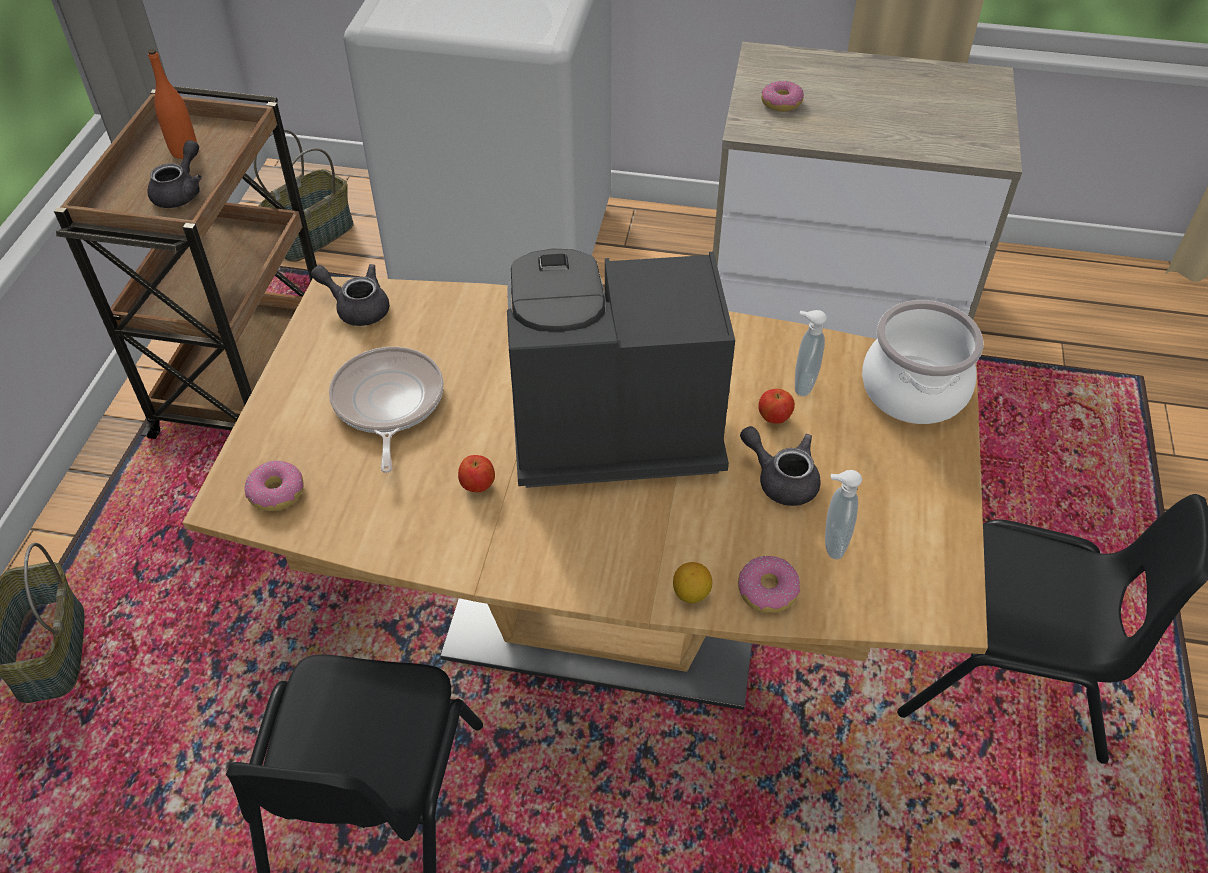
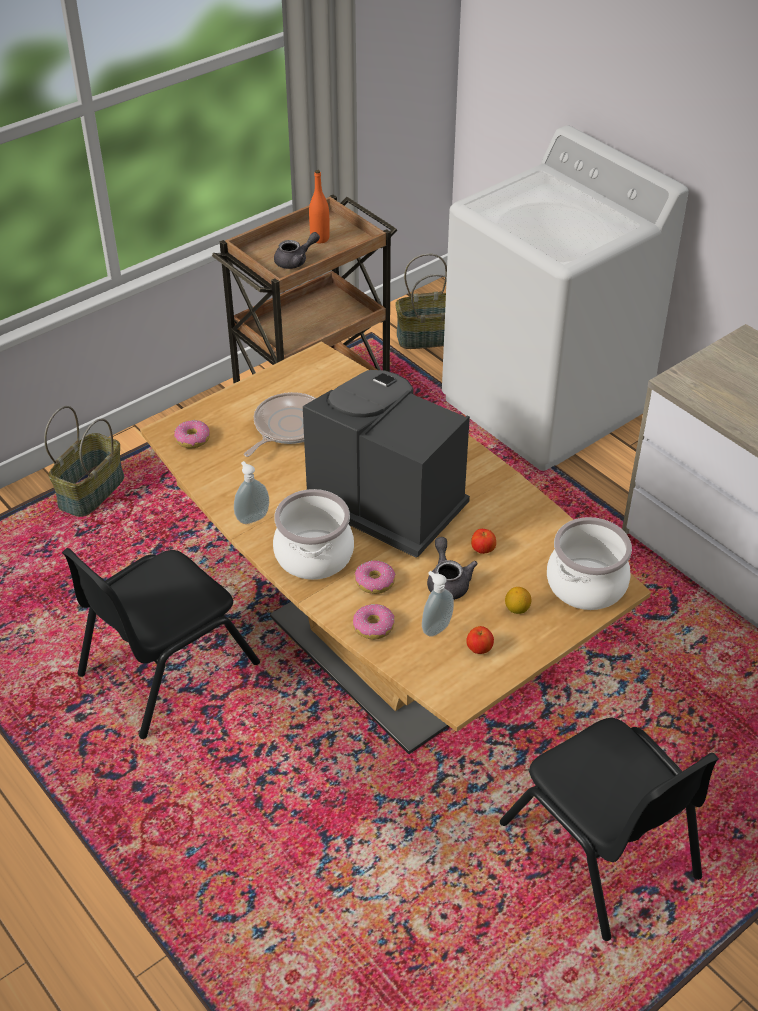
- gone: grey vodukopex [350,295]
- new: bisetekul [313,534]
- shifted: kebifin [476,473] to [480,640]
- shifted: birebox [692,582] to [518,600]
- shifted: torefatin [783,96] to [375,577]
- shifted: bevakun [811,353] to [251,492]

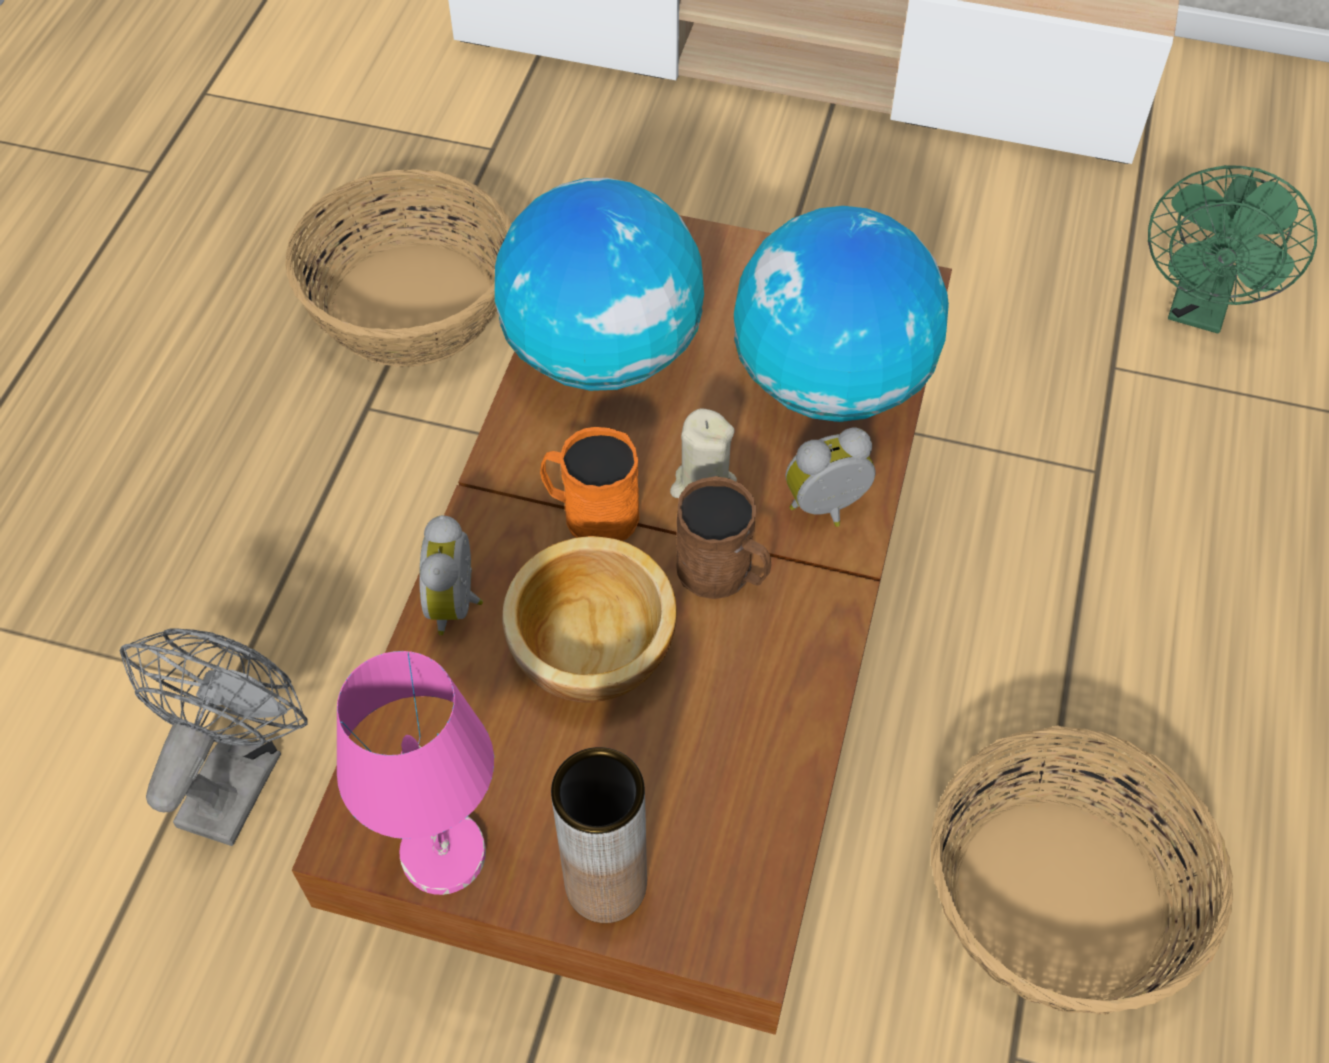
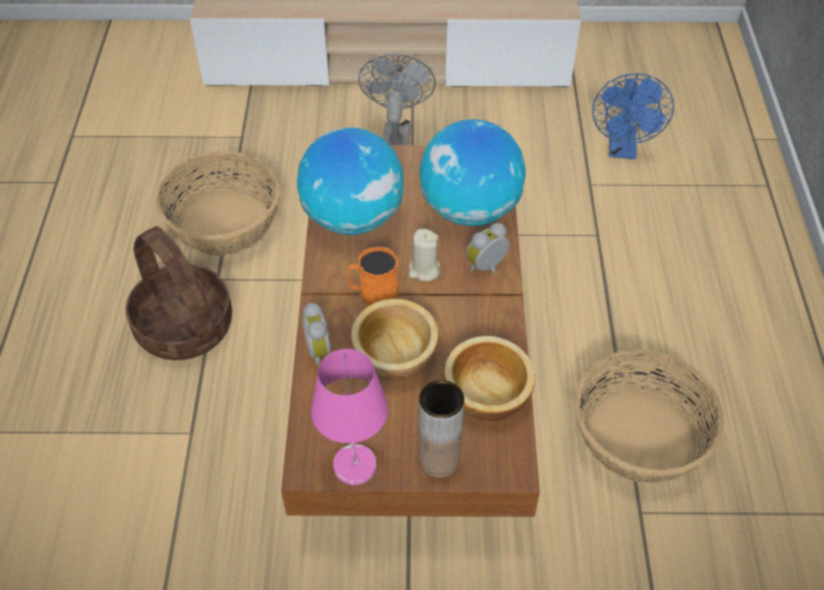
- gone: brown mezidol [724,537]
- new: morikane [179,293]
- new: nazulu [489,378]
- shifted: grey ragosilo [214,737] to [397,99]
- repainted: green ragosilo [1233,249] to blue ragosilo [633,116]

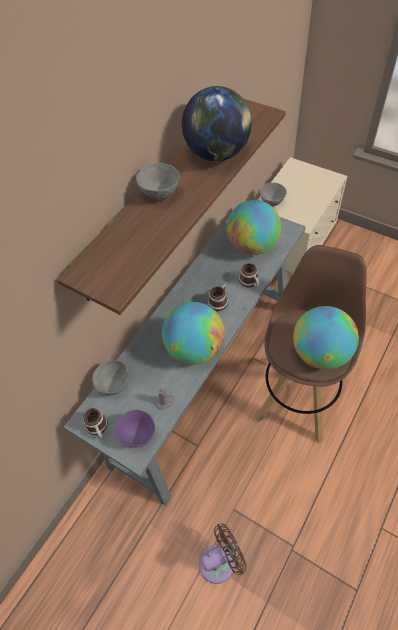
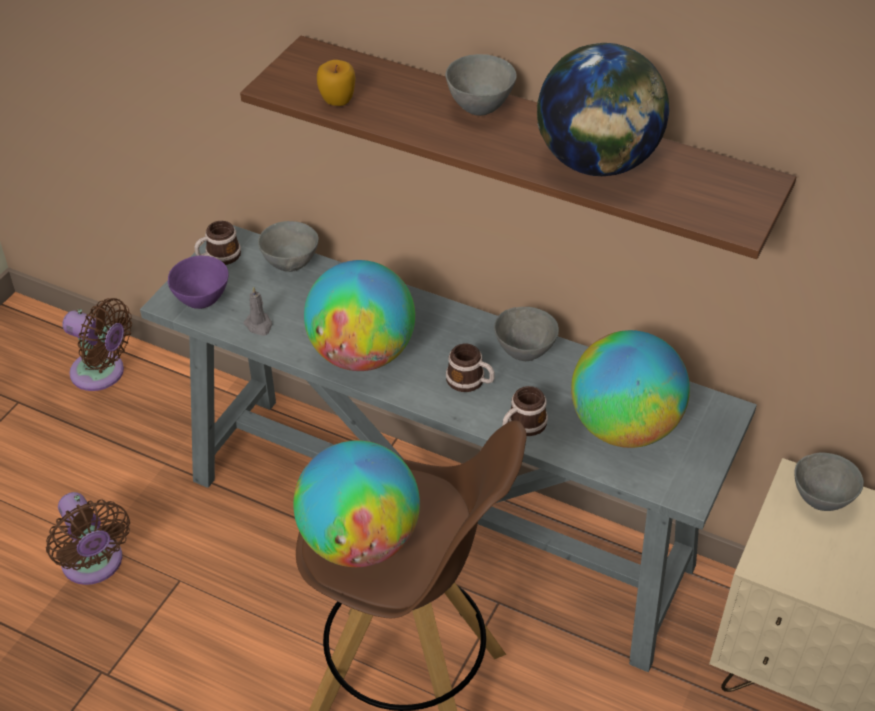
- new: brown ragosilo [97,344]
- new: kebifin [336,83]
- new: grey nazulu [526,334]

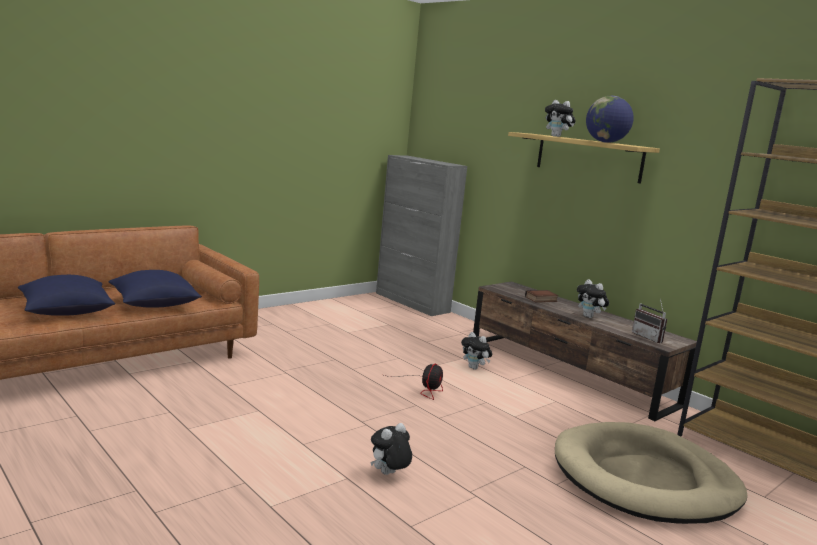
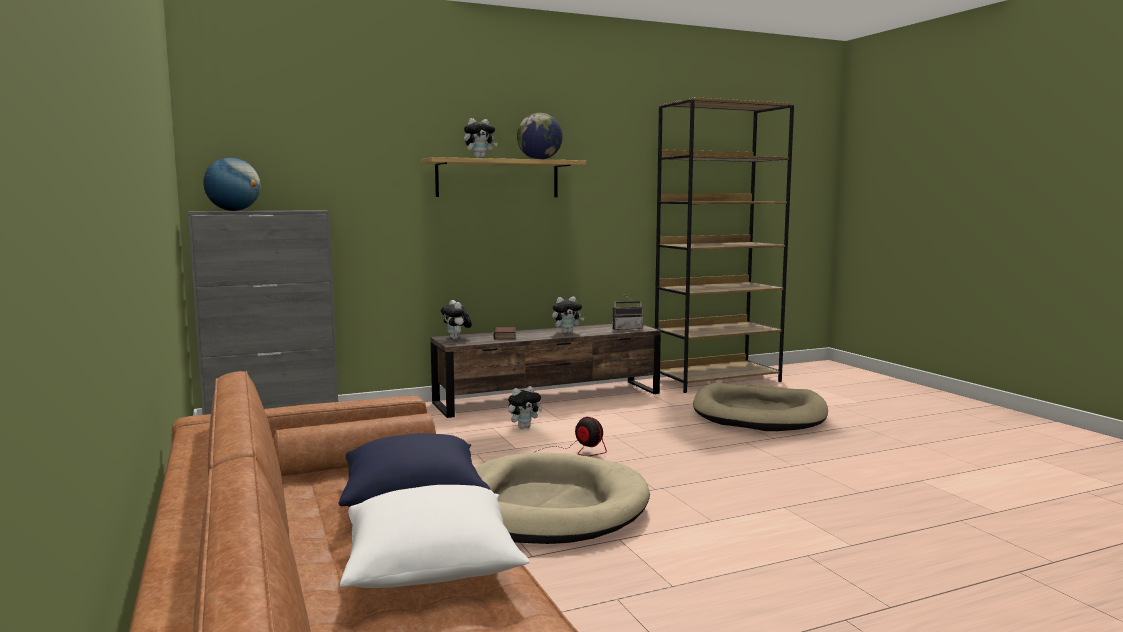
- new: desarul [232,184]
- new: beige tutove [562,498]
- shifted: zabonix [391,449] to [456,320]
- repainted: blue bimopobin [66,295] to white bimopobin [434,536]

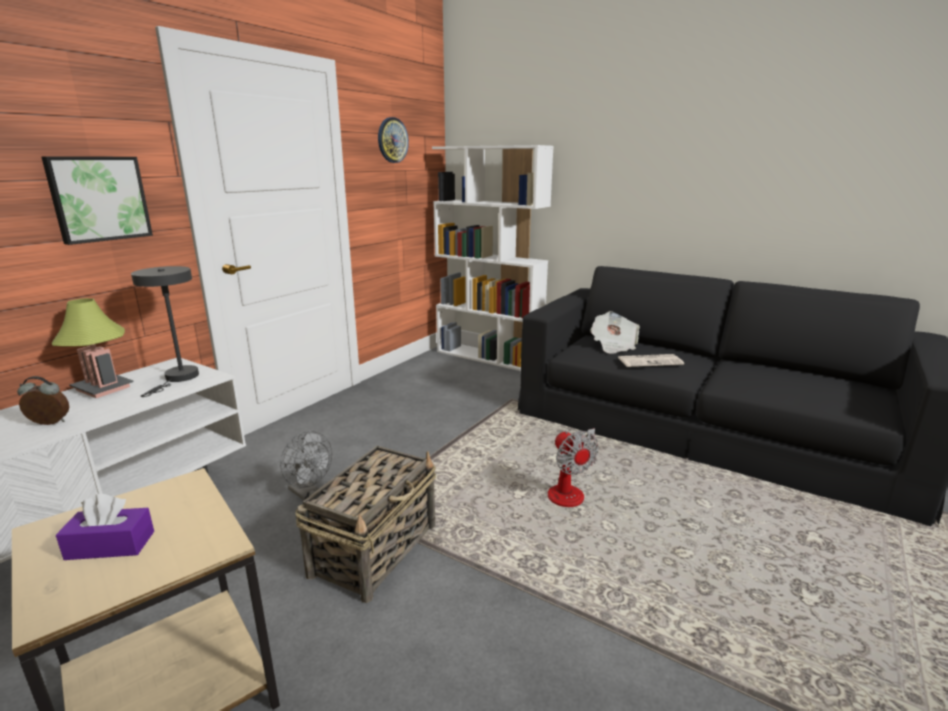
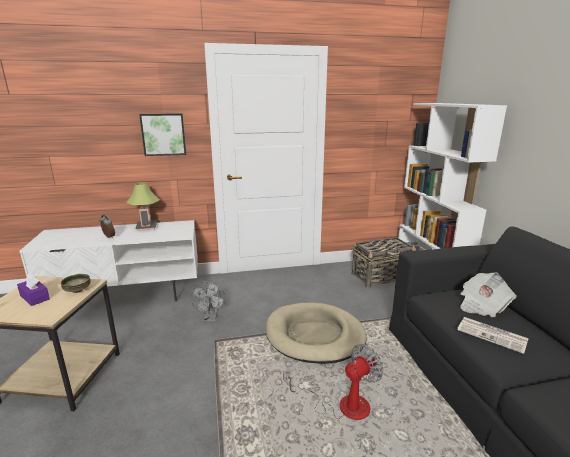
- gone: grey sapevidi [165,331]
- gone: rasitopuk [393,140]
- new: nazulu [76,283]
- new: beige tutove [316,333]
- shifted: morikane [365,524] to [384,262]
- rotated: ragosilo [573,467] = [333,382] 150 degrees counterclockwise

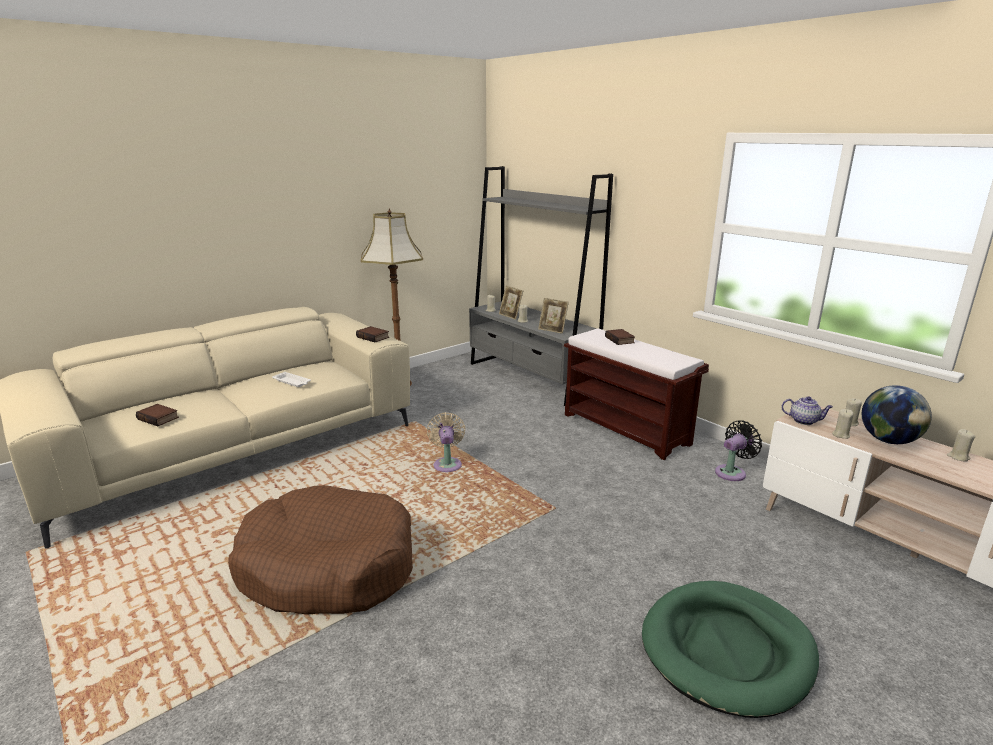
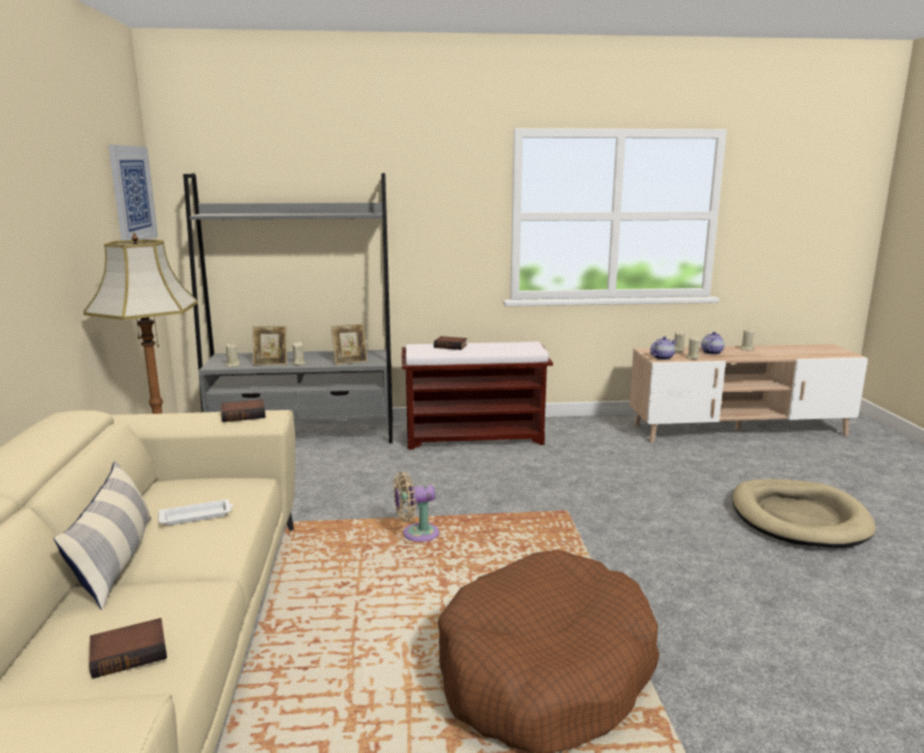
- gone: black ragosilo [738,451]
- new: bimopobin [102,535]
- new: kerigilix [133,193]
- swapped: desarul [897,414] to vodukopex [712,343]
- repainted: green tutove [730,649] to beige tutove [804,513]
- rotated: beige ragosilo [446,442] = [416,507] 45 degrees counterclockwise

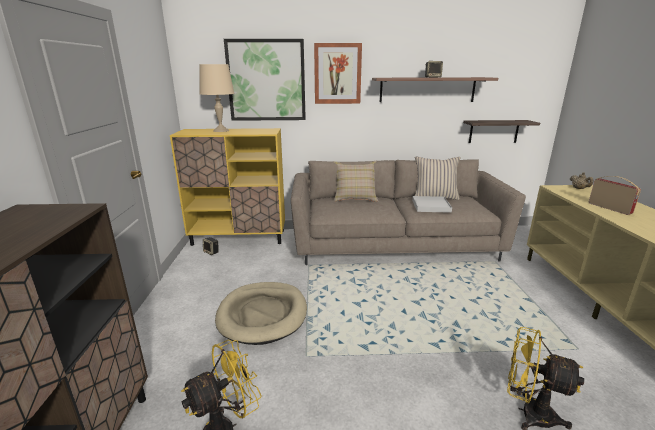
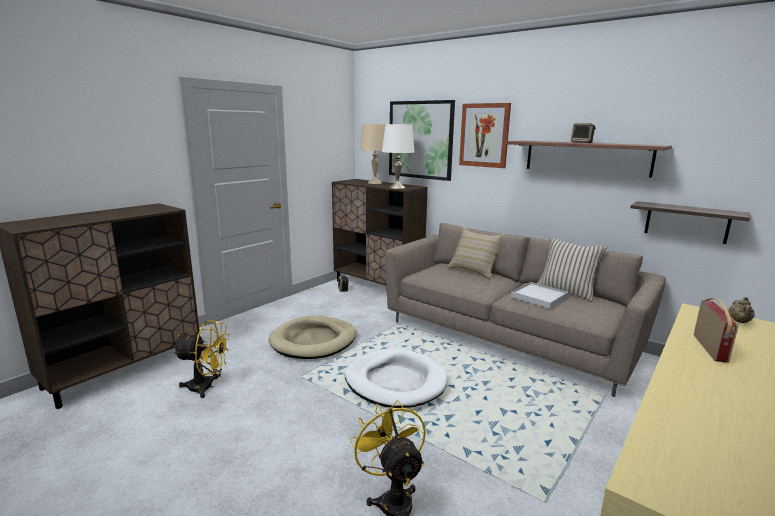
- new: white tutove [396,378]
- new: white sapevidi [398,156]
- repainted: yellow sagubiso [227,187] to brown sagubiso [380,232]

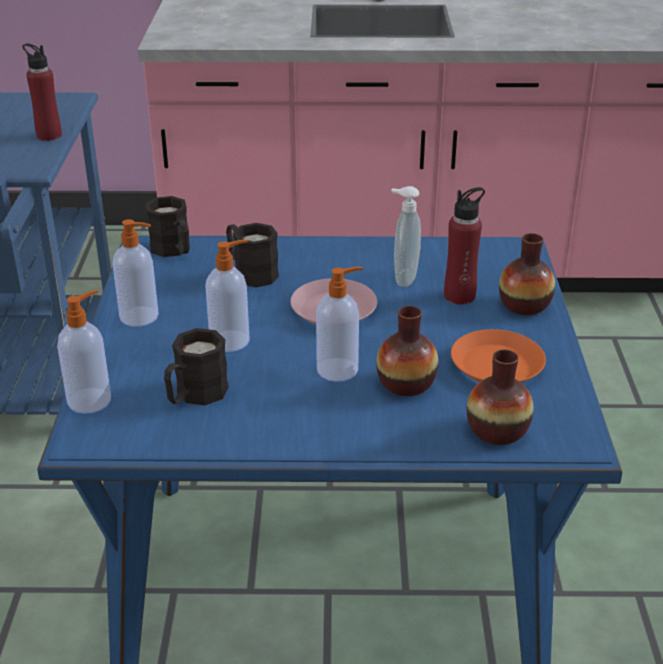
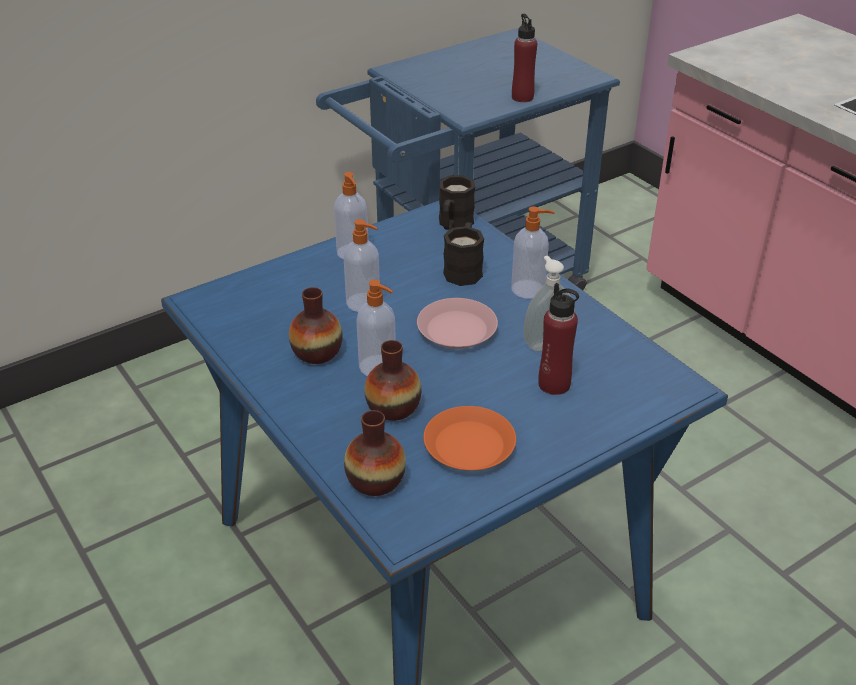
- gone: black mezidol [196,366]
- shifted: bevakun [84,352] to [533,253]
- shifted: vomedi [527,274] to [316,325]

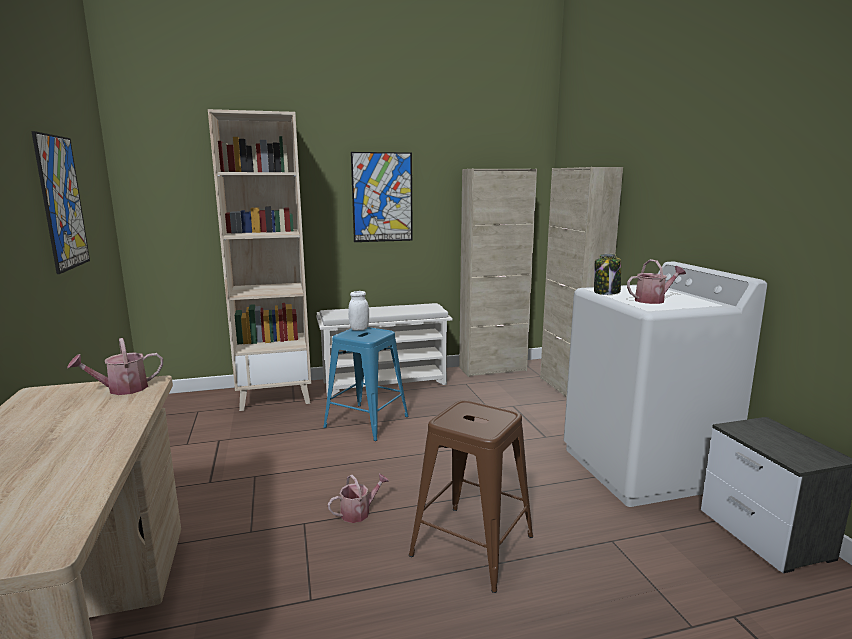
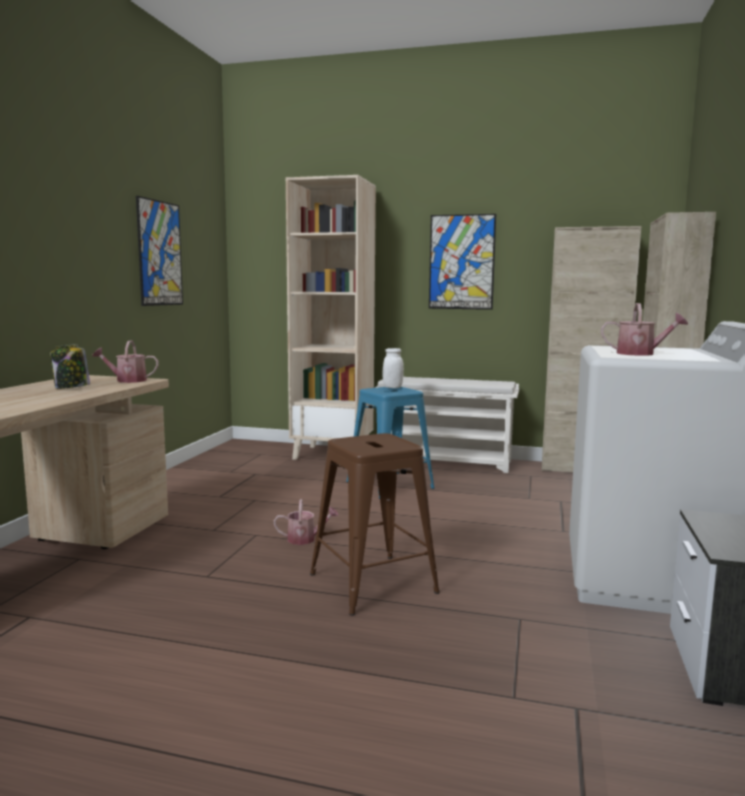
- shifted: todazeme [607,274] to [70,366]

